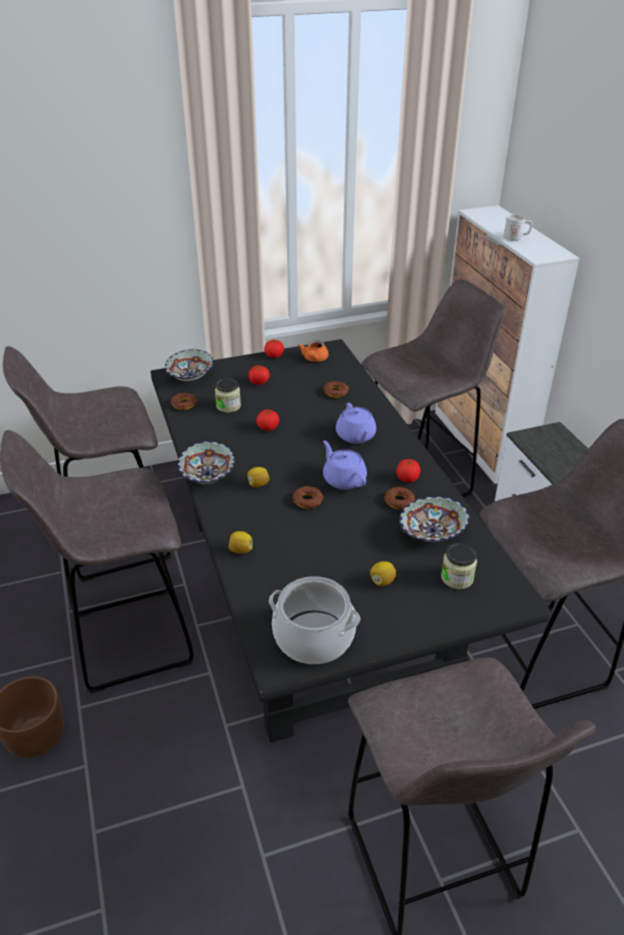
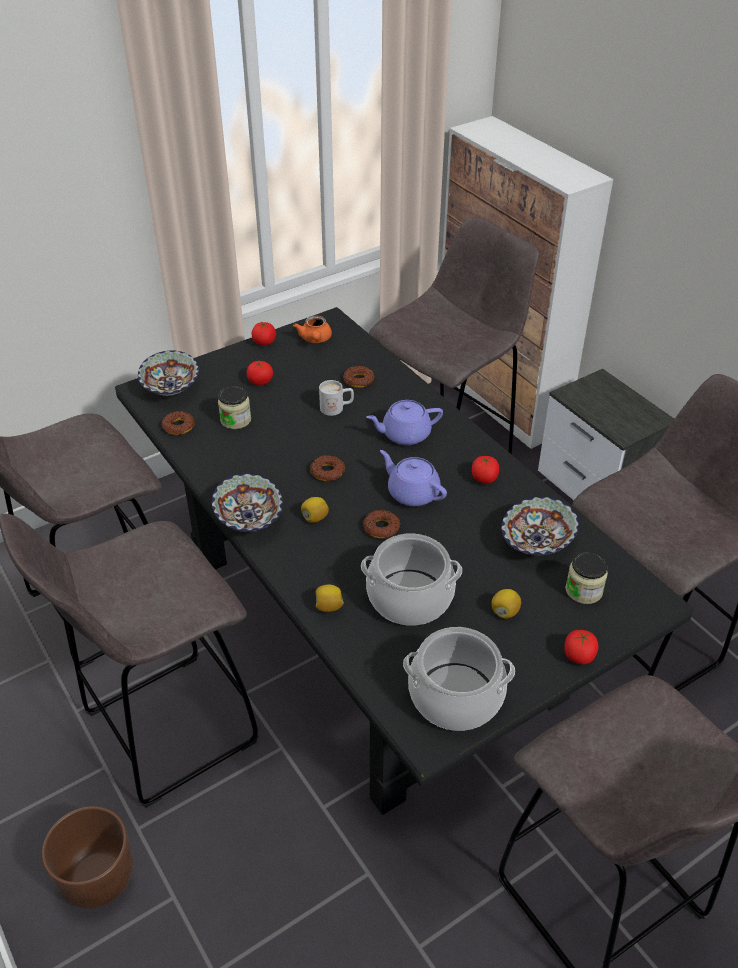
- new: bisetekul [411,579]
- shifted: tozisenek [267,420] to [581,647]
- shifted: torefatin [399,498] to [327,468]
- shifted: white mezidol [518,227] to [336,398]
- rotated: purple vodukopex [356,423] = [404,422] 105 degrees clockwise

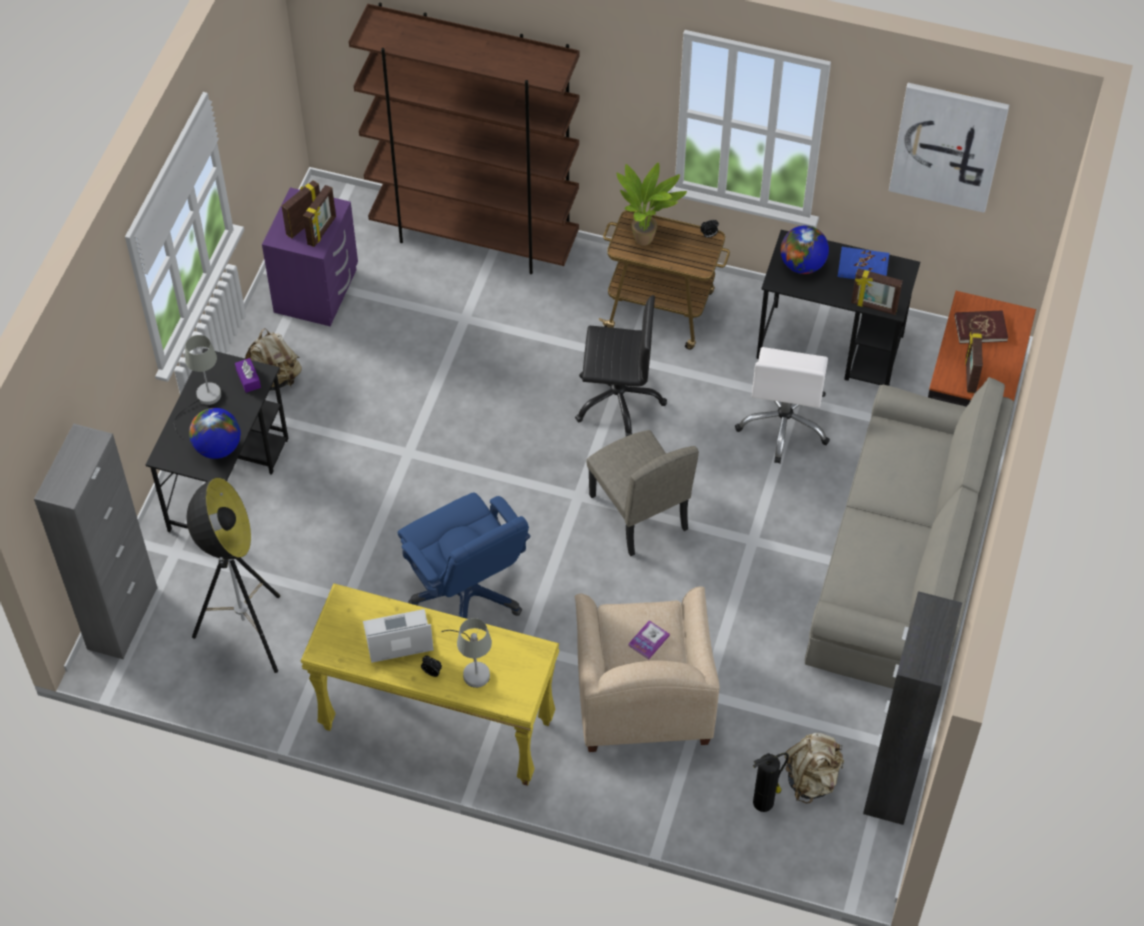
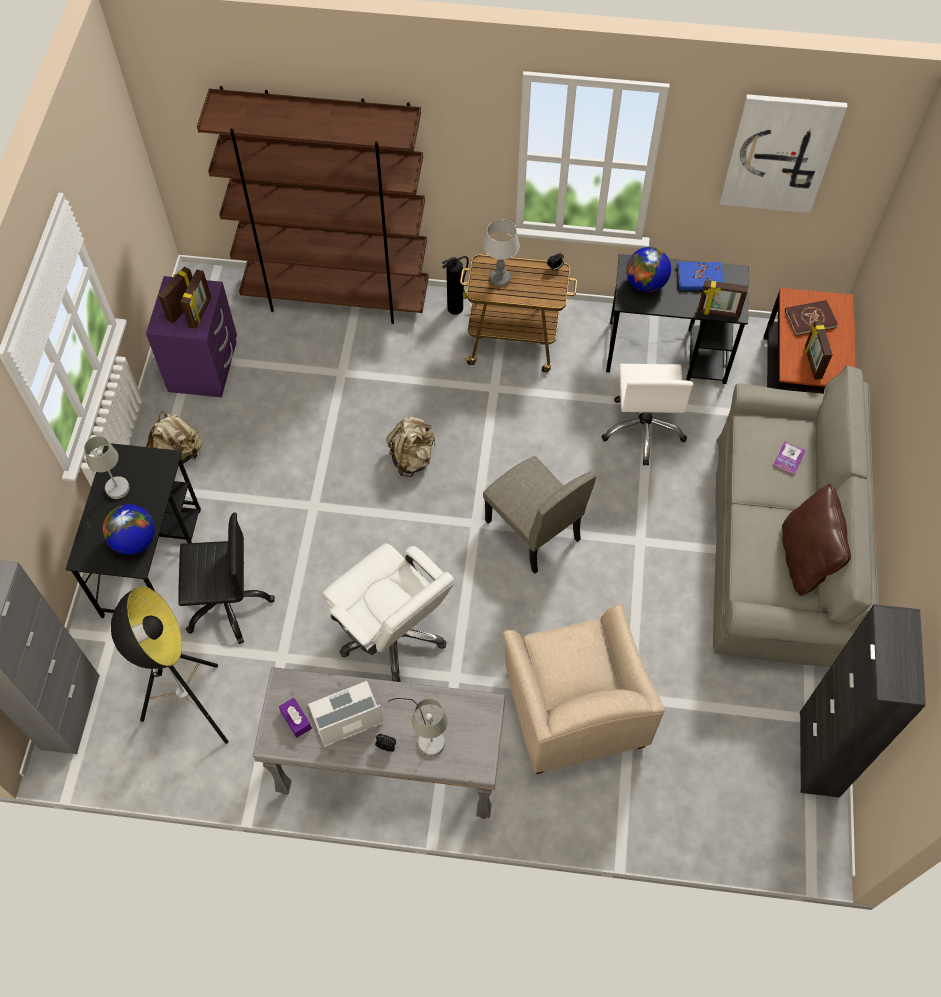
- new: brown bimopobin [816,540]
- shifted: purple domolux [248,375] to [295,718]
- shifted: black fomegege [621,365] to [226,578]
- shifted: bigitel [649,640] to [789,458]
- shifted: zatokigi [771,782] to [455,285]
- shifted: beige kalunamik [814,768] to [410,446]
- swapped: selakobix [652,204] to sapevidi [501,253]
- repainted: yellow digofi [430,684] to grey digofi [379,743]
- repainted: blue fomegege [464,555] to white fomegege [388,612]

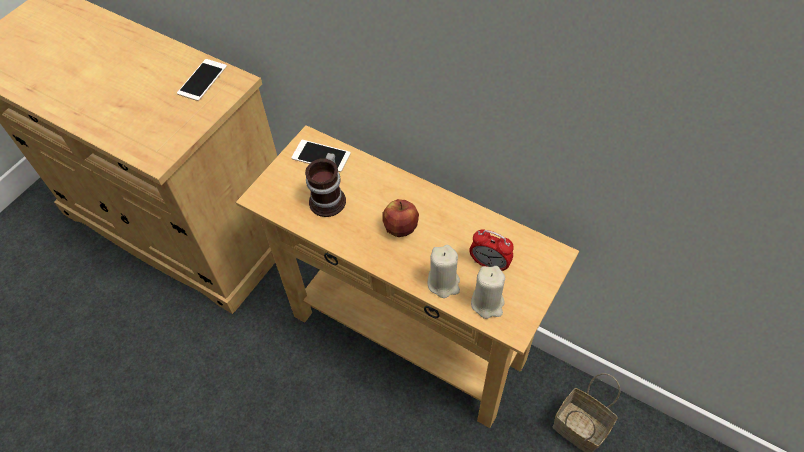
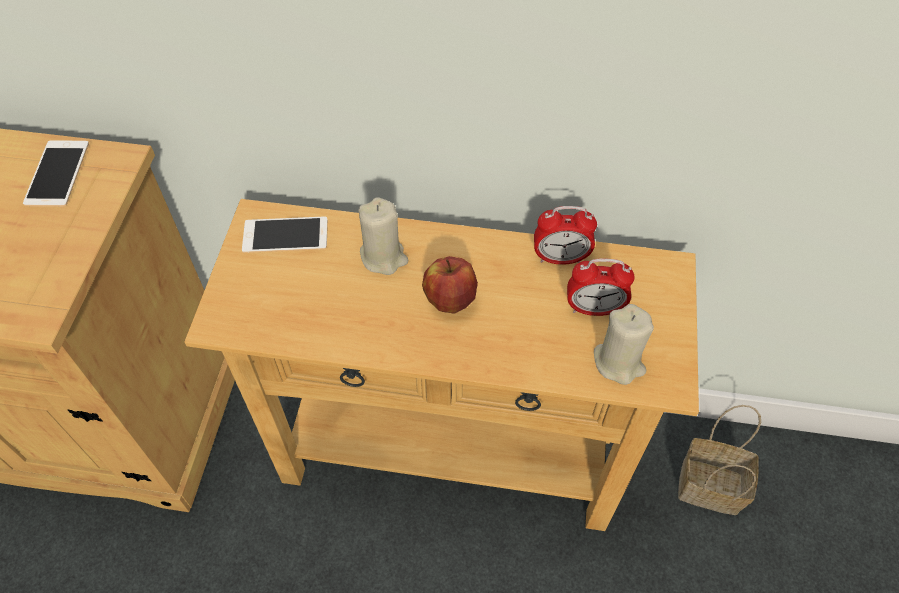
- gone: mezidol [325,185]
- new: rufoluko [565,235]
- shifted: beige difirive [444,271] to [383,236]

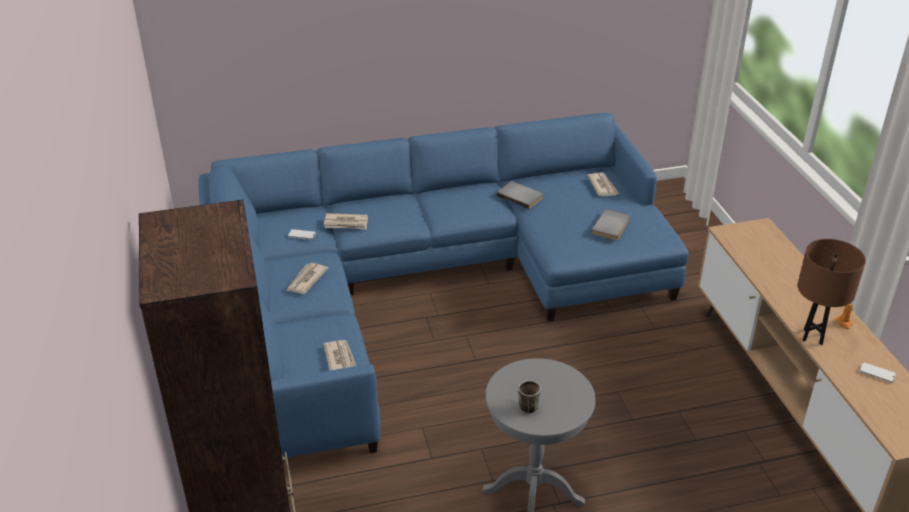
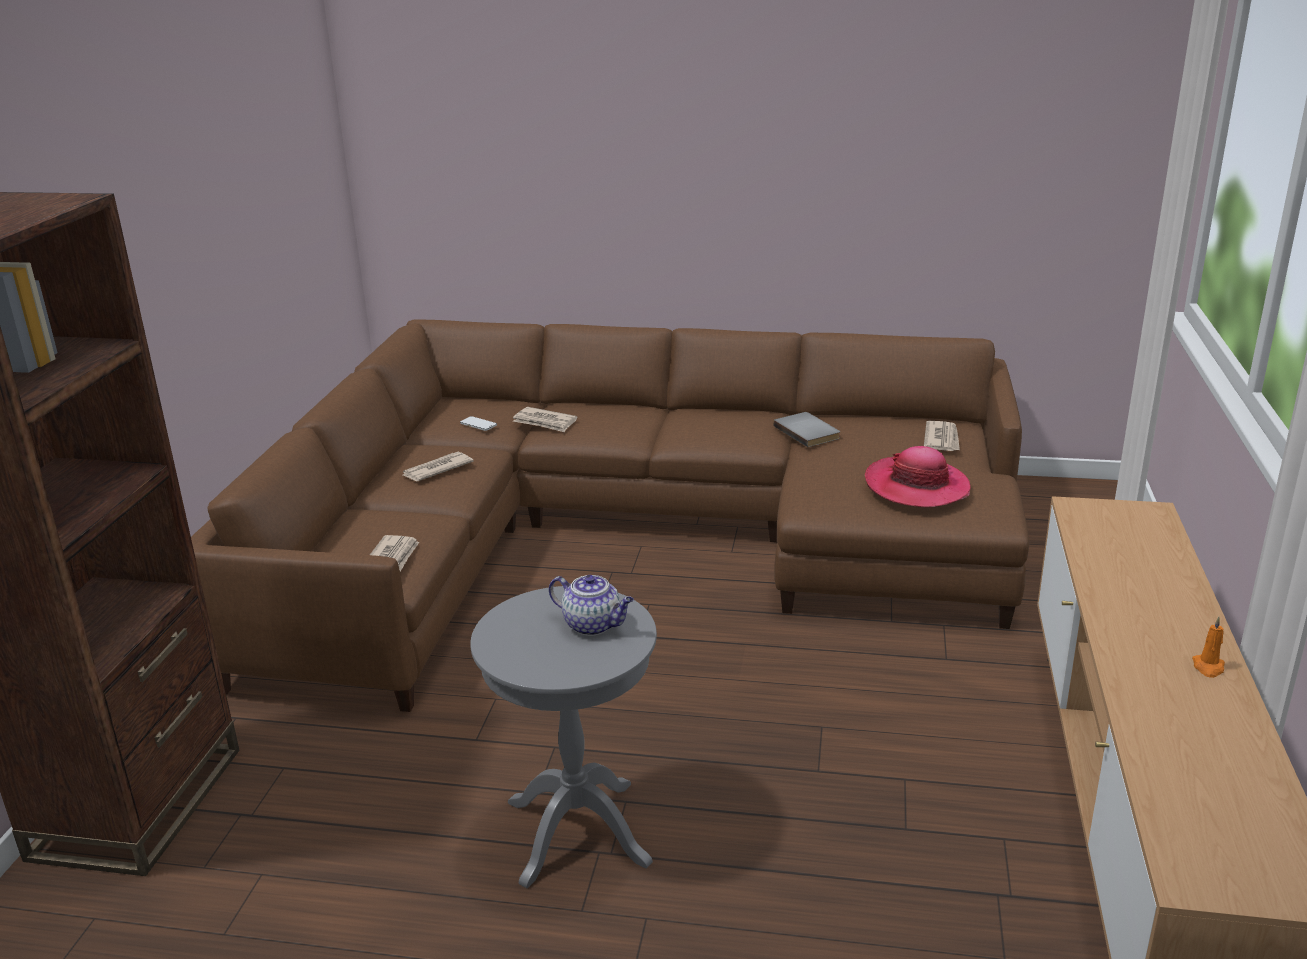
- gone: mezidol [529,396]
- gone: brown sapevidi [832,292]
- gone: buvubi [878,372]
- new: vodukopex [591,605]
- swapped: grey bigitel [610,224] to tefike [918,477]
- repainted: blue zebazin [443,285] to brown zebazin [610,516]

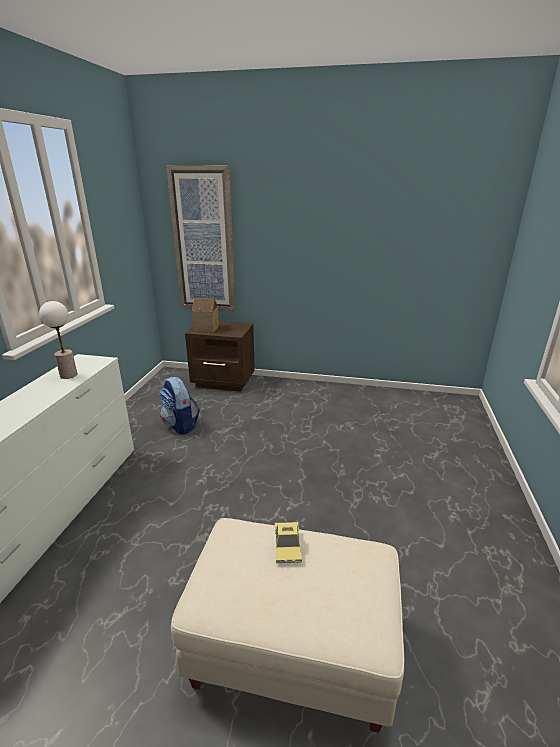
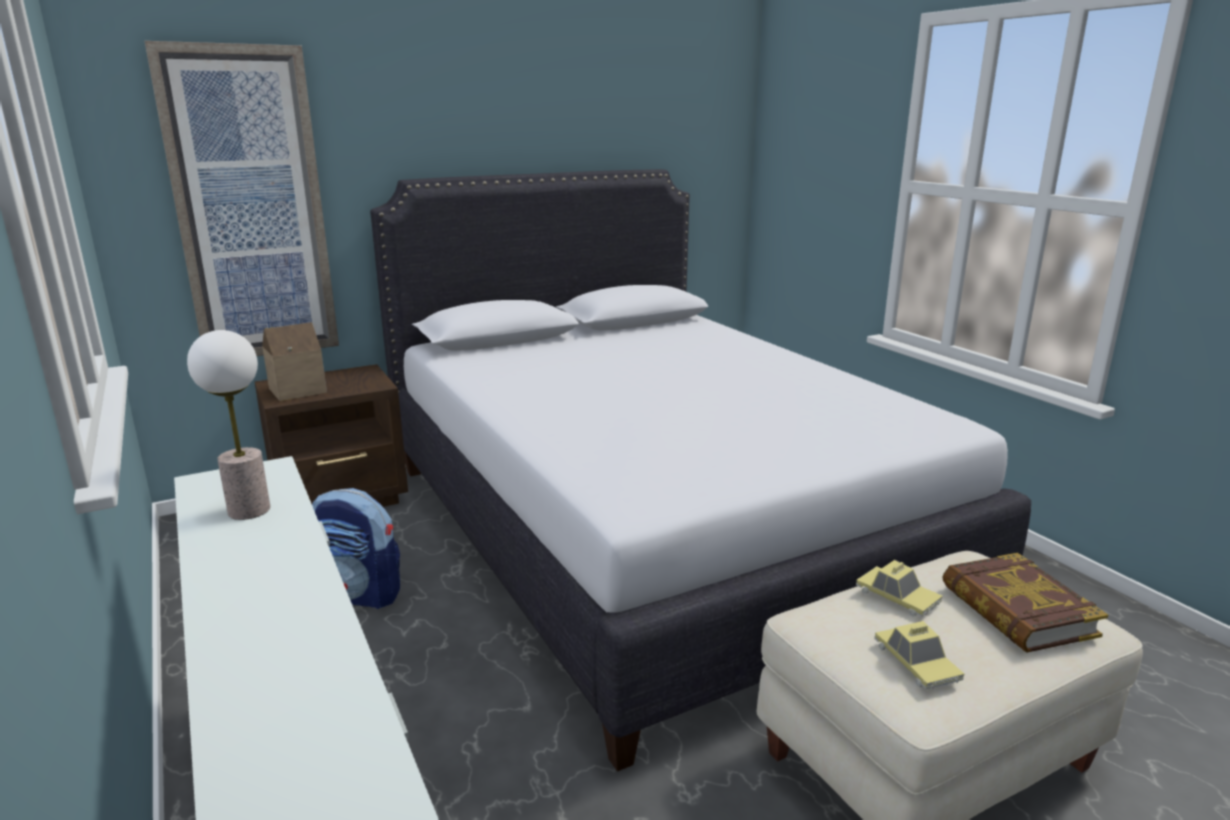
- new: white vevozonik [700,470]
- new: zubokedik [919,655]
- new: bigitel [1025,603]

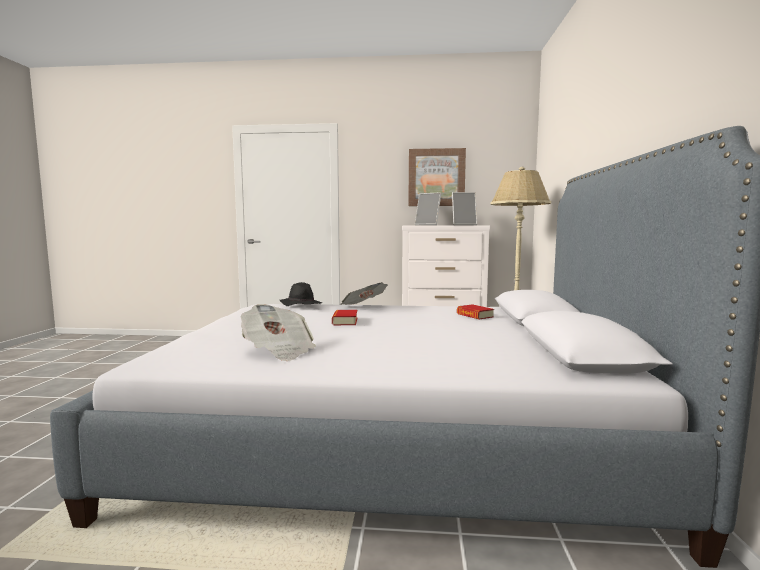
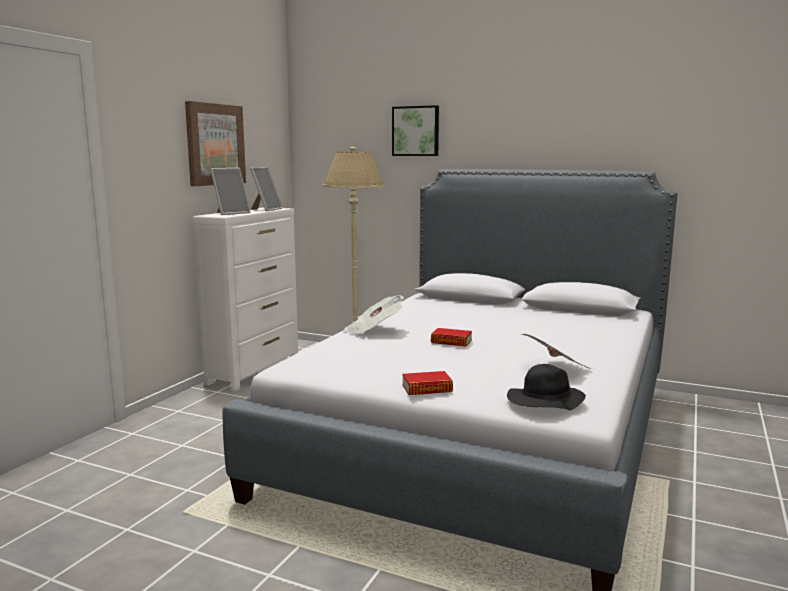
- new: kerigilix [415,130]
- shifted: black tefike [301,294] to [546,387]
- shifted: bigitel [475,311] to [427,383]

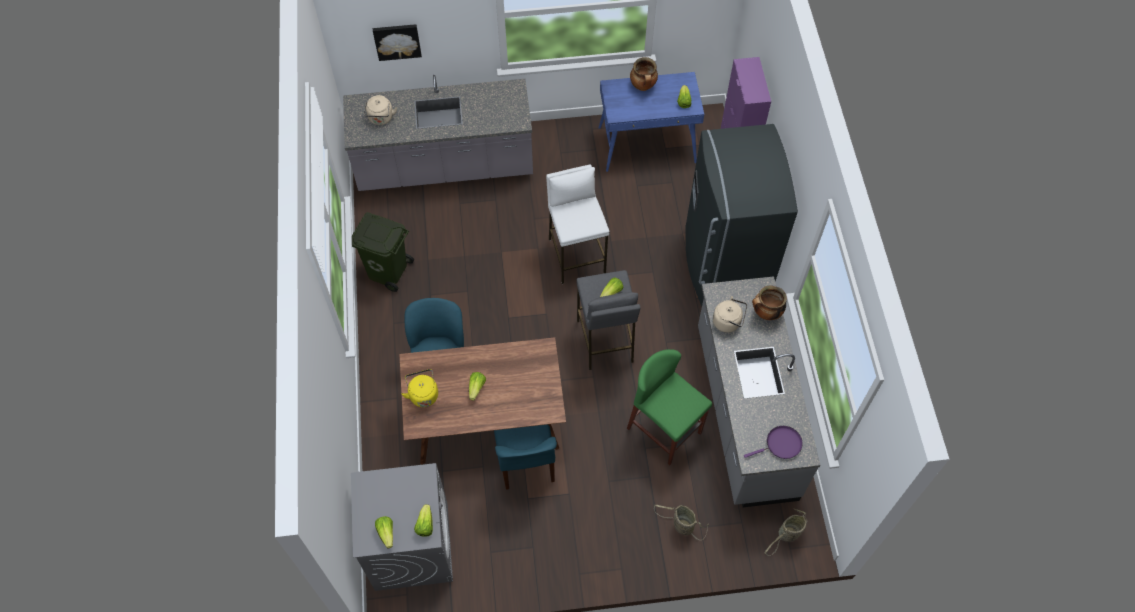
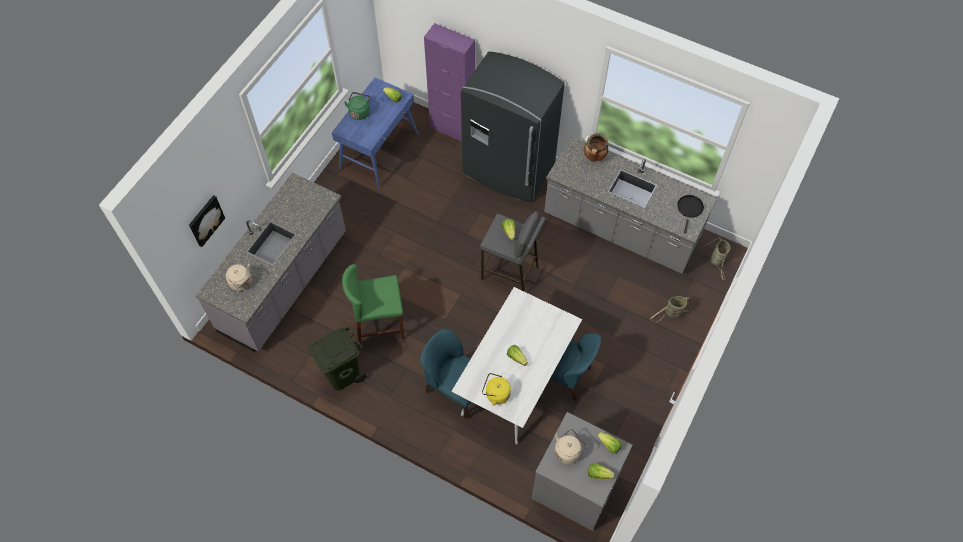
- gone: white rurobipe [577,224]
- shifted: green rurobipe [669,407] to [373,305]
- shifted: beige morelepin [730,314] to [571,446]
- swapped: bisetekul [644,74] to green morelepin [357,106]
- repainted: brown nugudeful [482,401] to white nugudeful [516,365]
- repainted: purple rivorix [773,442] to black rivorix [690,214]

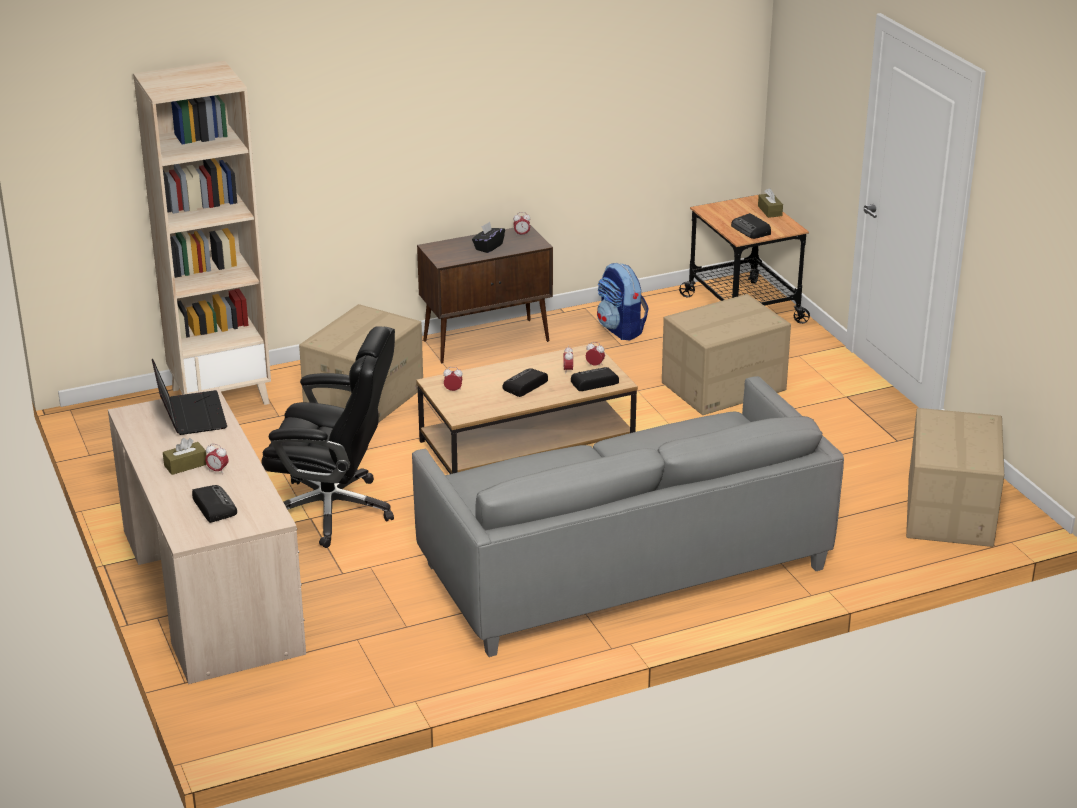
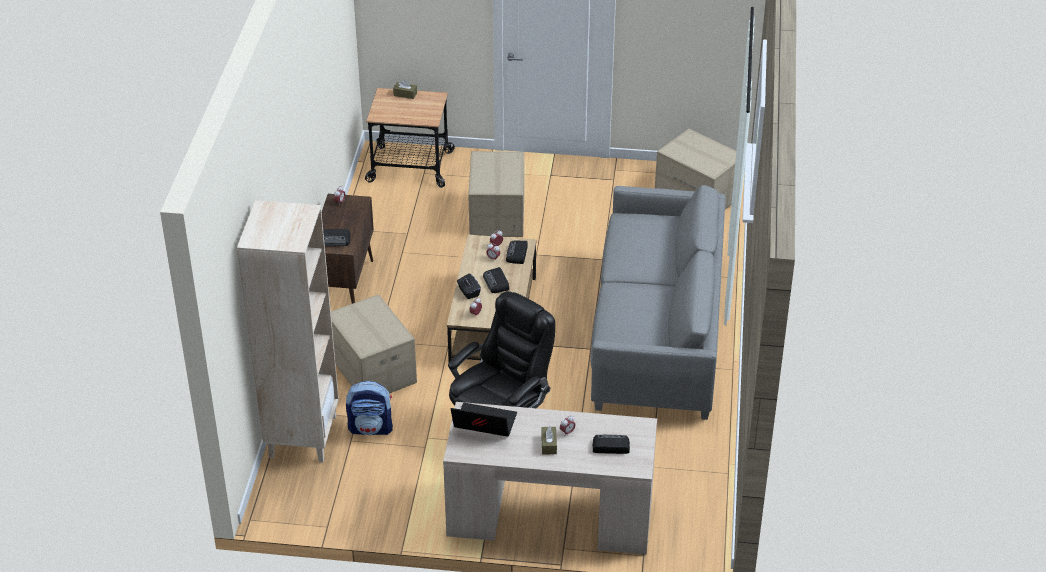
- shifted: black domolux [488,237] to [469,286]
- shifted: kalunamik [623,301] to [369,408]
- shifted: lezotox [751,226] to [337,237]

